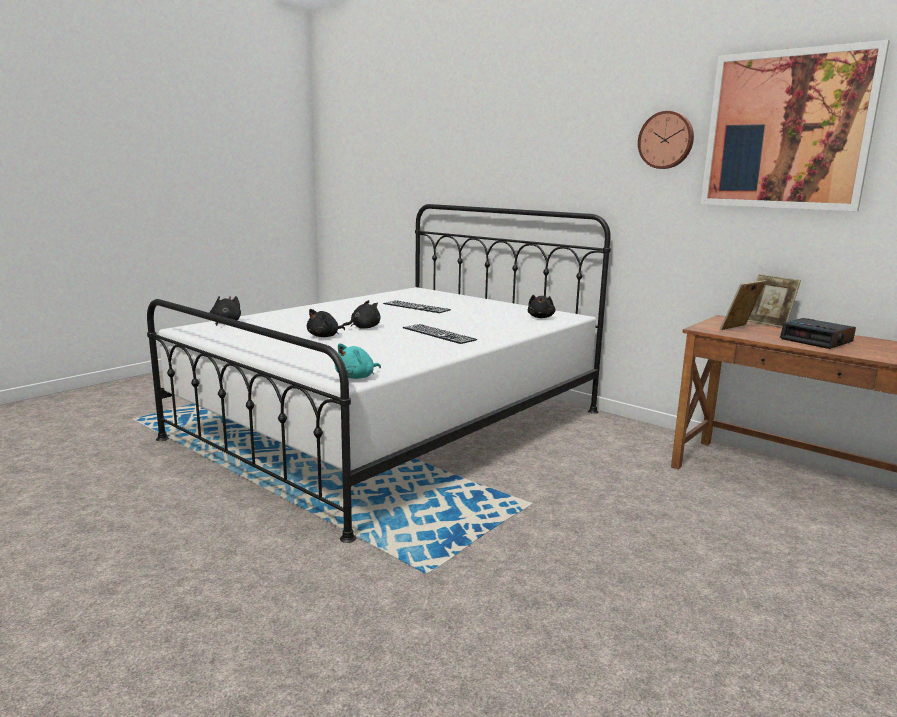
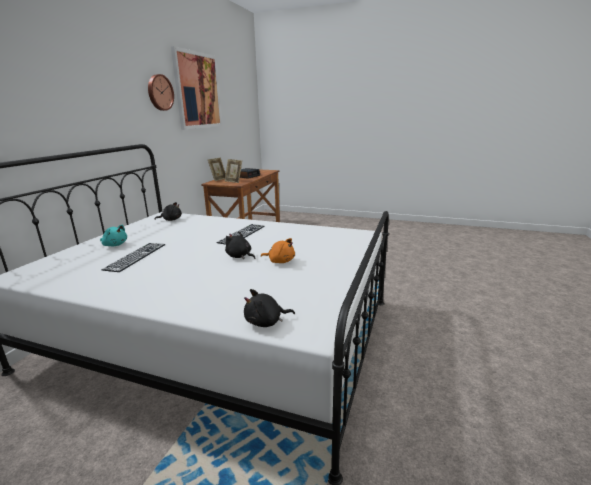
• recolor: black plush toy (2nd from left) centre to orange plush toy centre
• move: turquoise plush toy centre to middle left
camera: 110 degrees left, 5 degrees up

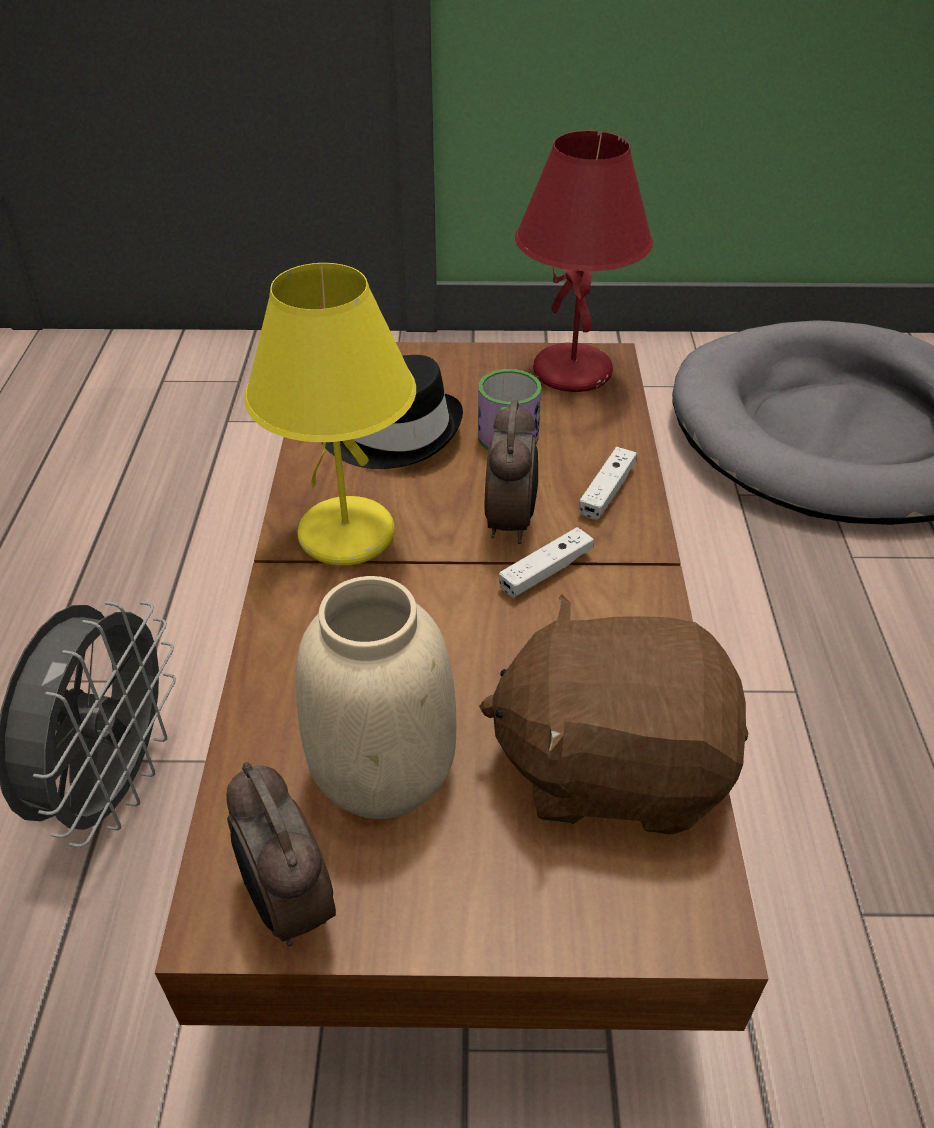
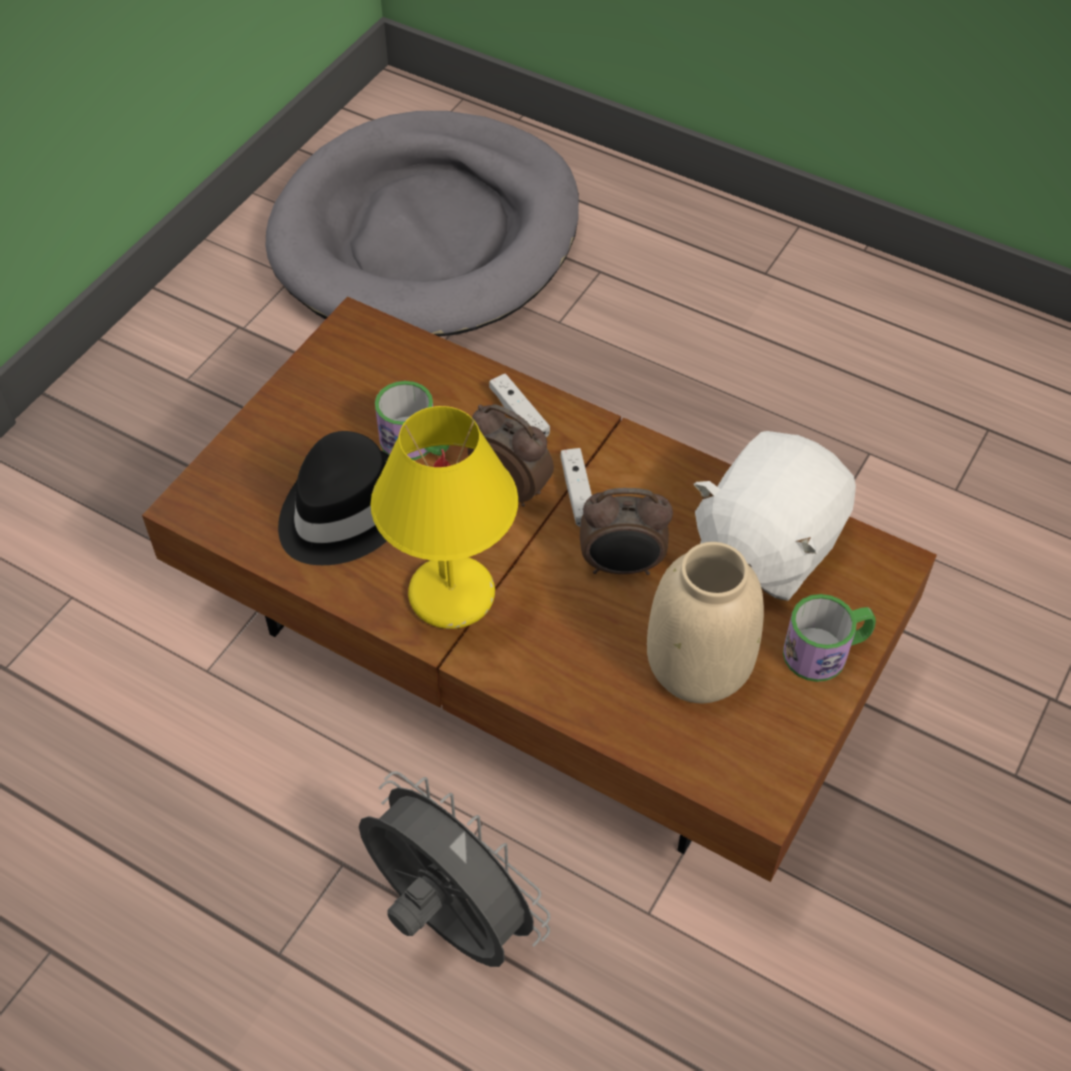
• move: alarm clock (1st from left in the first image) bottom left to alarm clock (2nd from left) centre
• recolor: brown plush toy centre to white plush toy middle right
• delete: red table lamp top centre
• insert: mug (2nd from left) middle right
camera: 60 degrees left, 10 degrees up

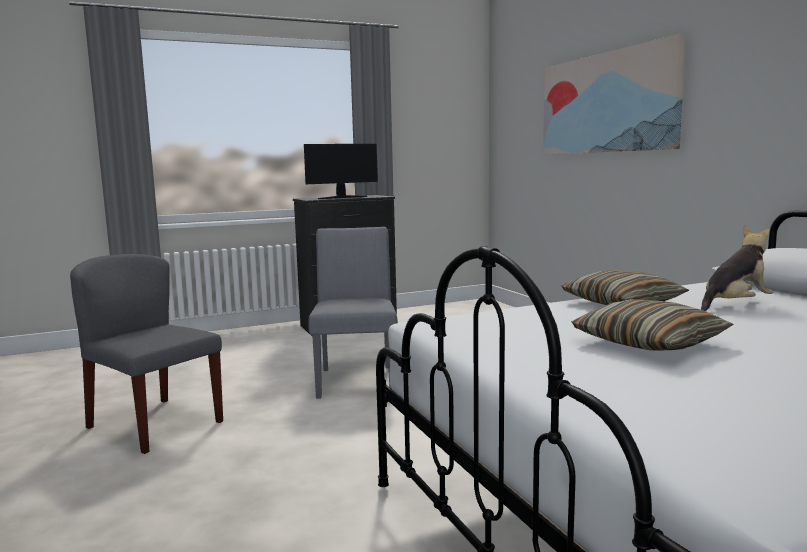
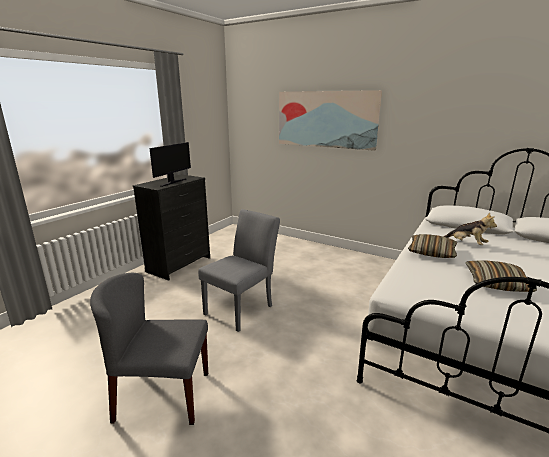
• rotate: grey chair (2nd from left) centre = centre 75 degrees clockwise
• rotate: plush toy middle right = middle right 105 degrees clockwise
camera: 35 degrees left, 10 degrees up

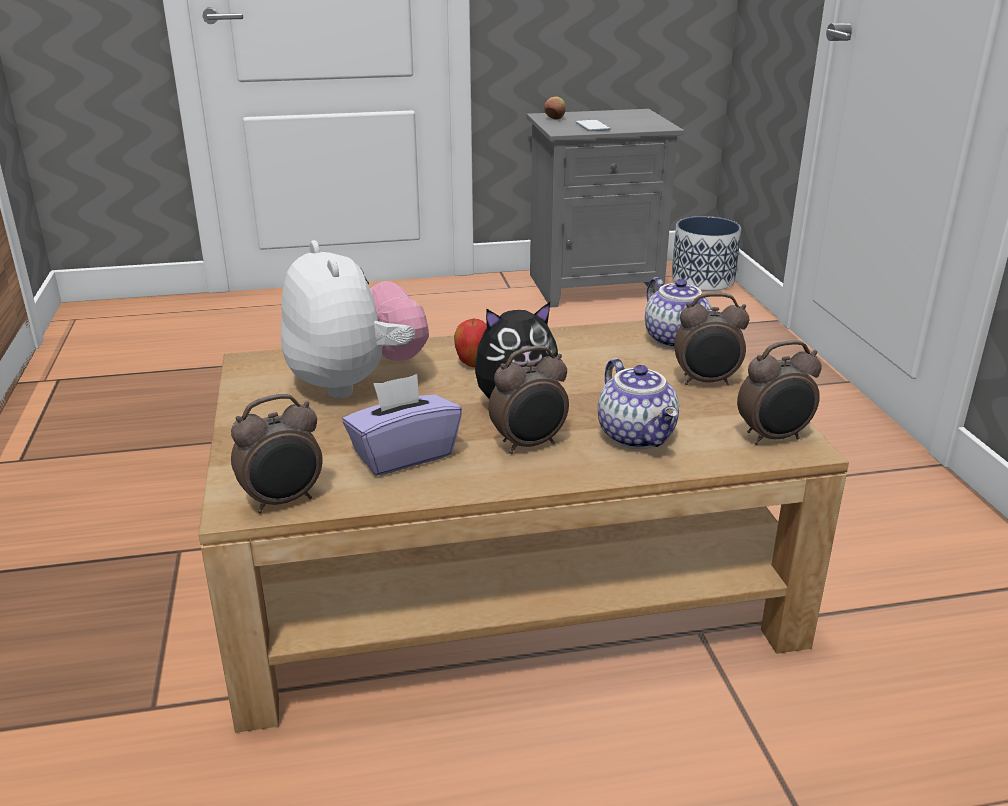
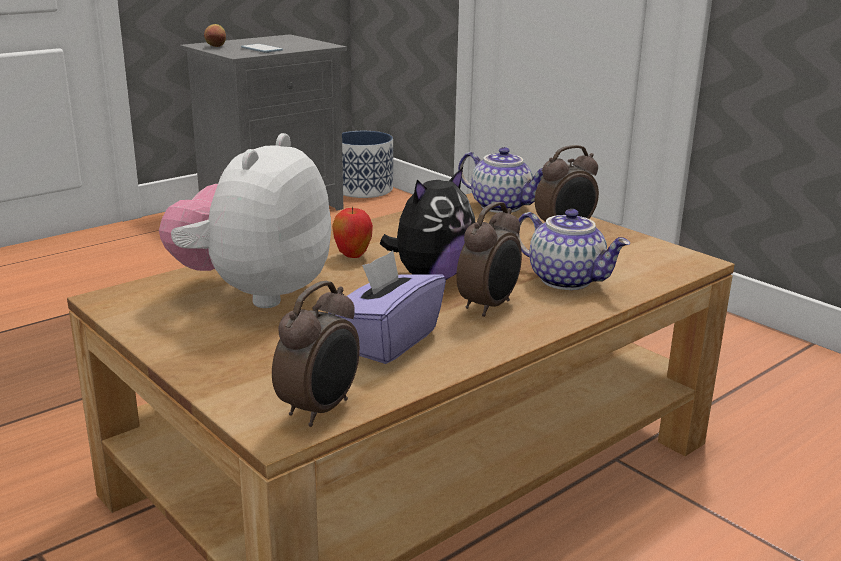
• rotate: plush toy (1st from left) centre = middle left 105 degrees counterclockwise
• delete: alarm clock (4th from left) middle right
camera: 30 degrees left, 5 degrees down

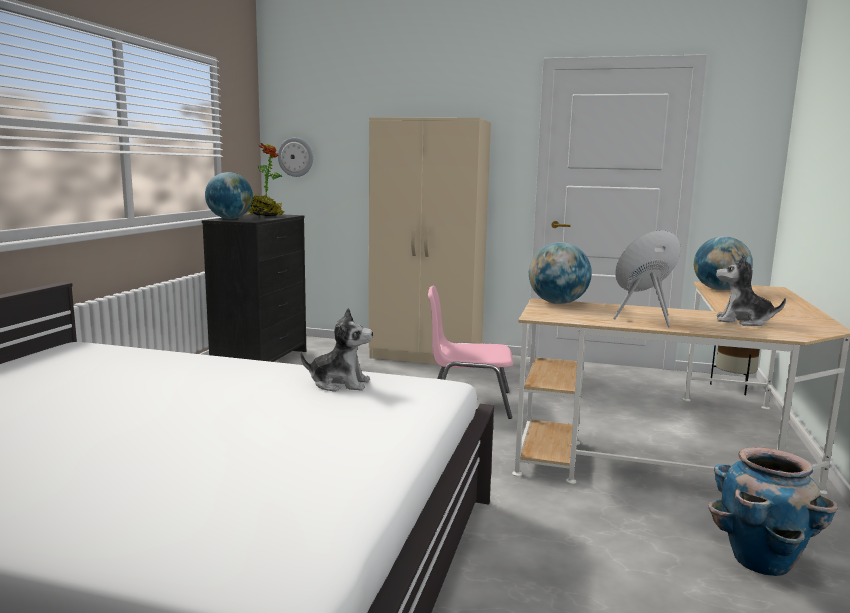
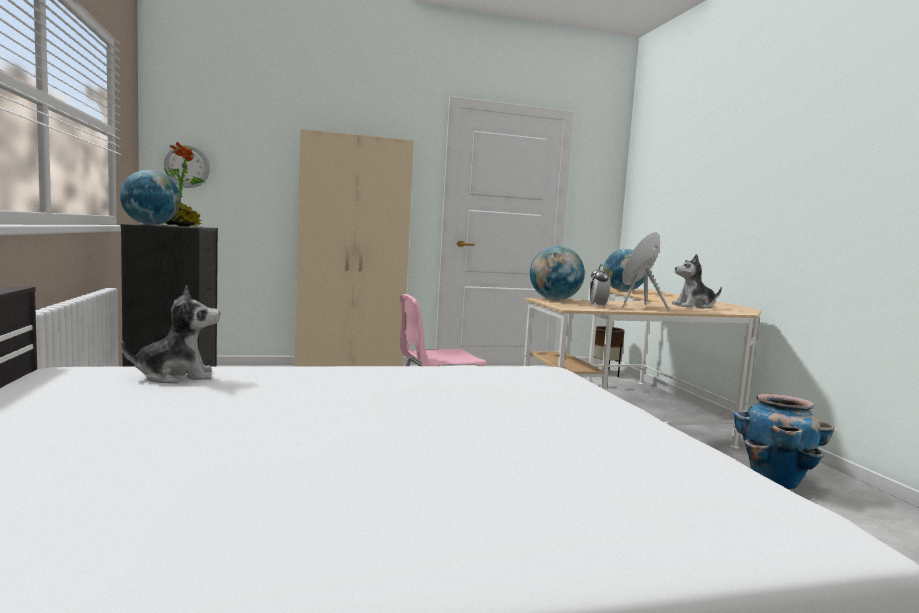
• move: plush toy (1st from left) centre to middle left
• insert: alarm clock centre
camera: 30 degrees left, 5 degrees down

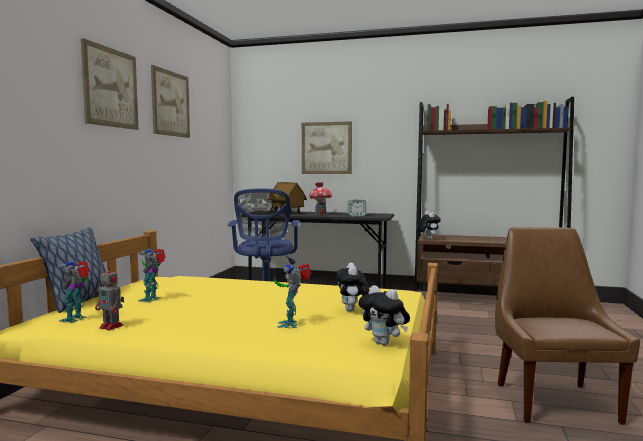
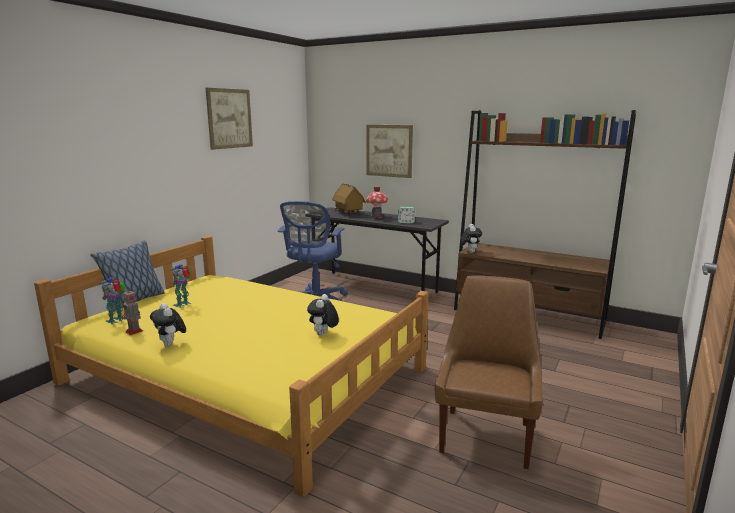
• delete: picture (1st from left) top left
• delete: toy robot (4th from left) bottom centre
• move: plush toy (2nd from left in the first image) bottom centre to plush toy (1st from left) middle left
camera: 15 degrees right, 10 degrees up

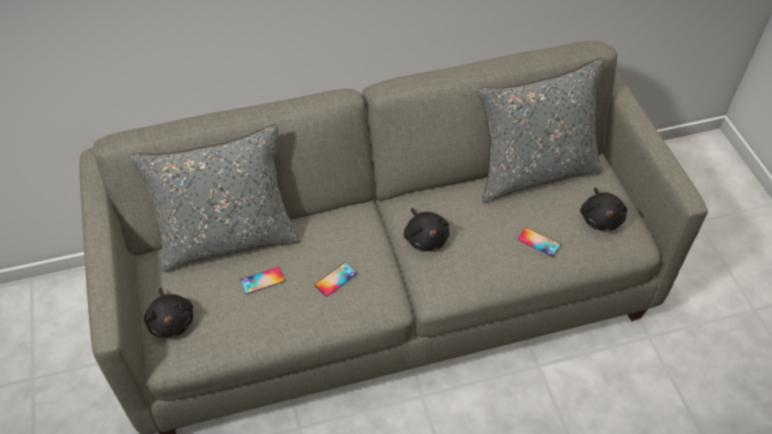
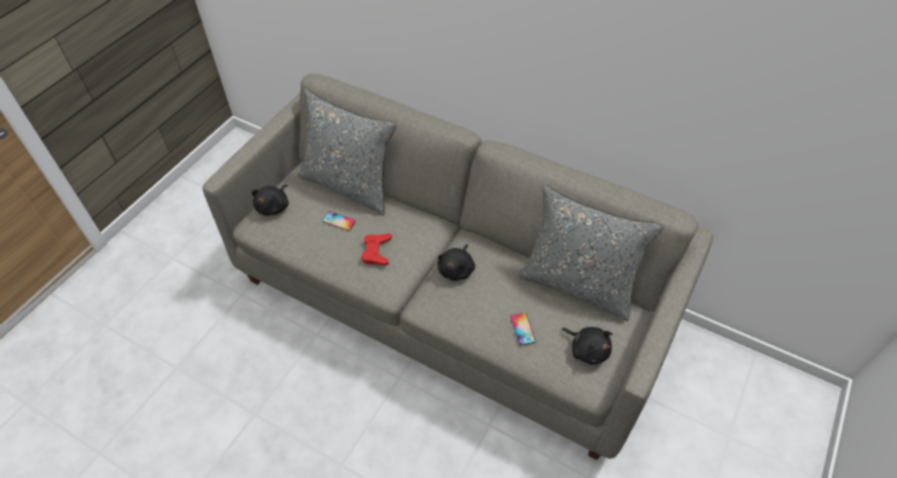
• replace: phone (2nd from left) centre to red game controller centre
• rotate: black plush toy (3rd from left) middle right = bottom centre 90 degrees counterclockwise
camera: 45 degrees right, 0 degrees up

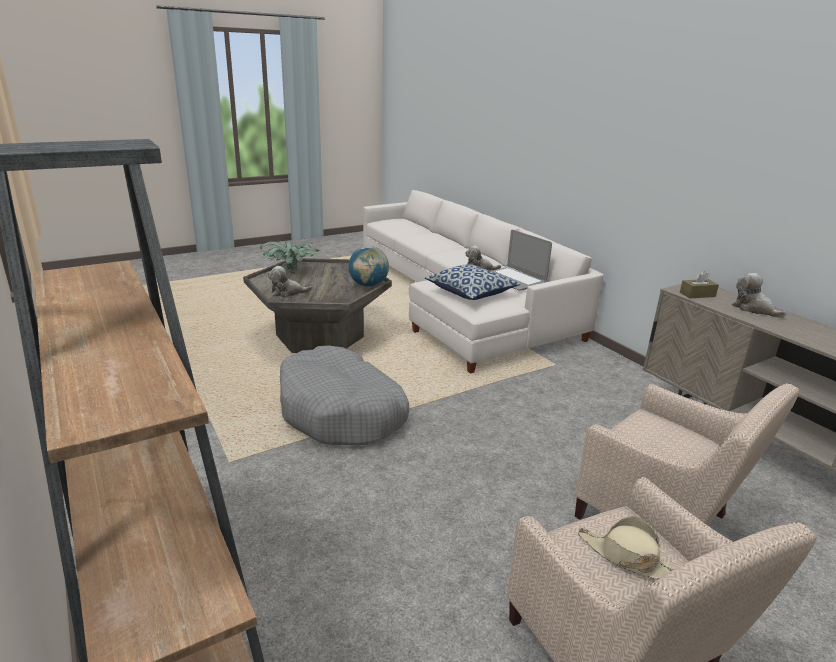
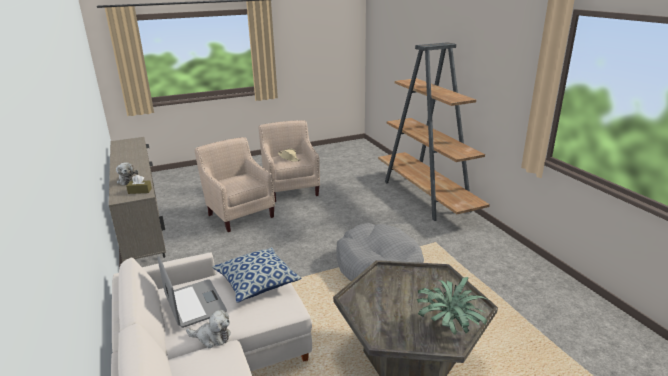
• delete: plush toy (1st from left) centre
• delete: globe centre
camera: 170 degrees left, 0 degrees up

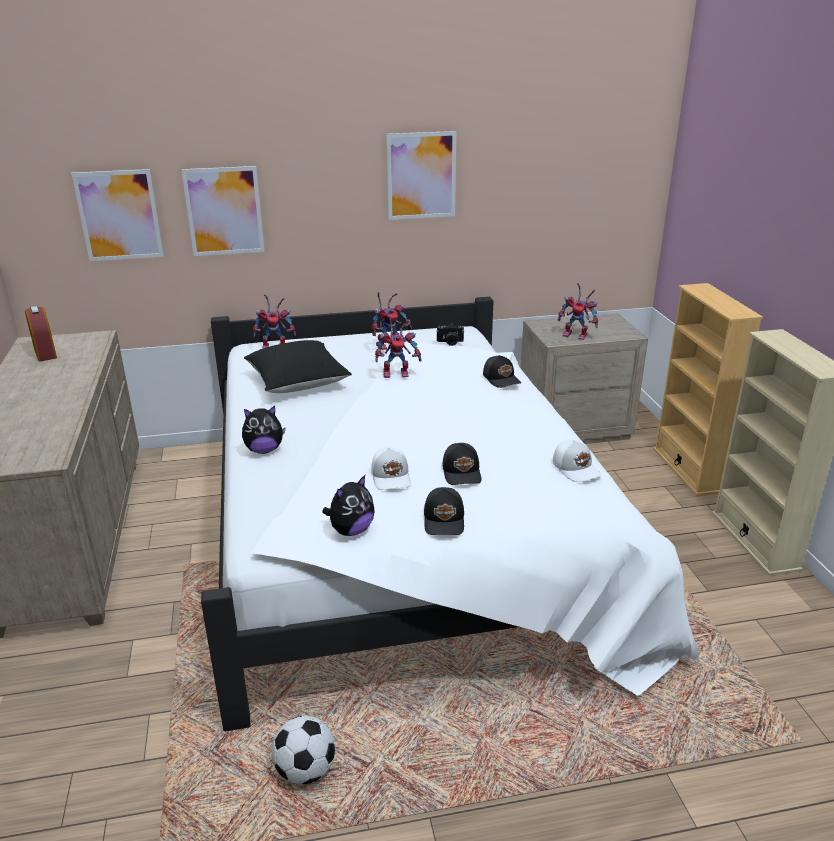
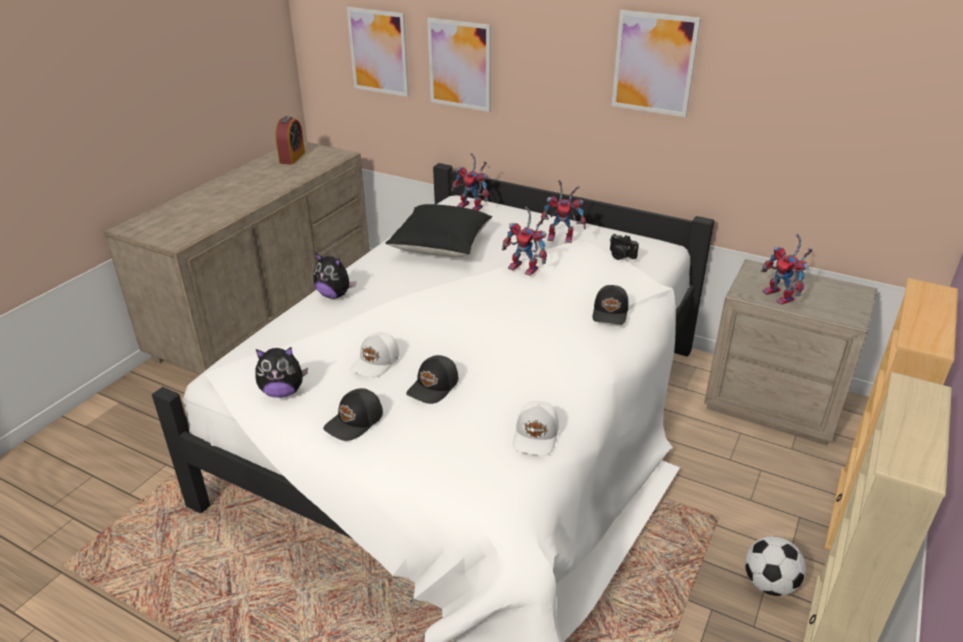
• move: football bottom centre to bottom right
camera: 40 degrees right, 5 degrees up

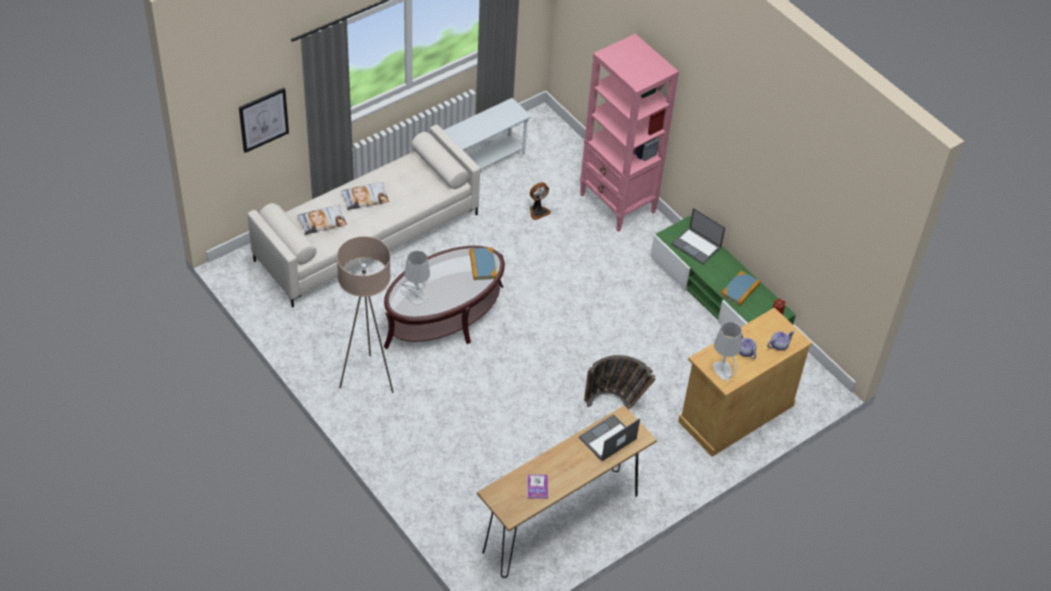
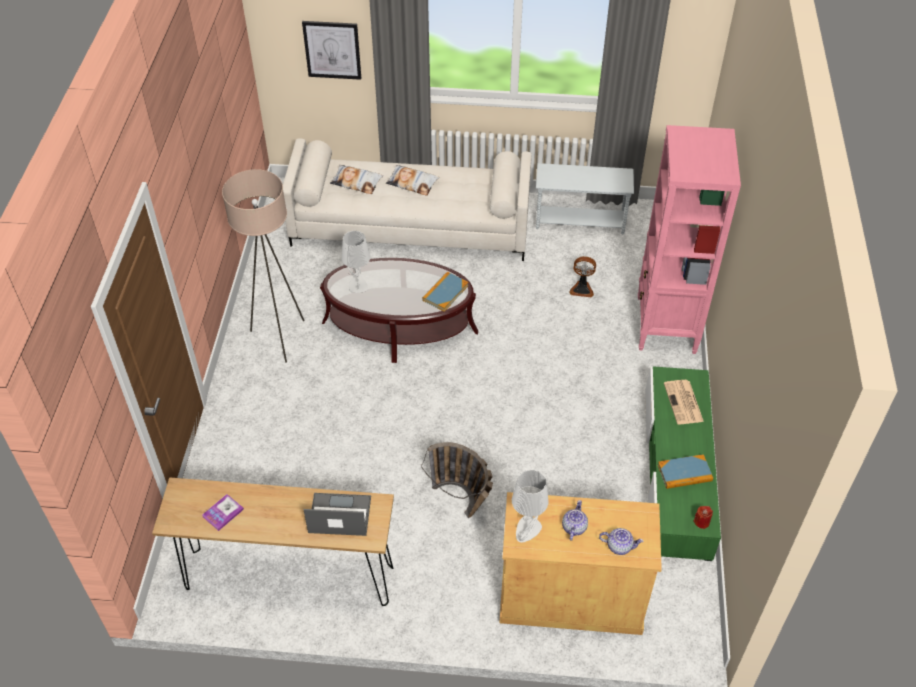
• replace: laptop (2nd from left) centre to newspaper middle right
camera: 45 degrees right, 0 degrees up

